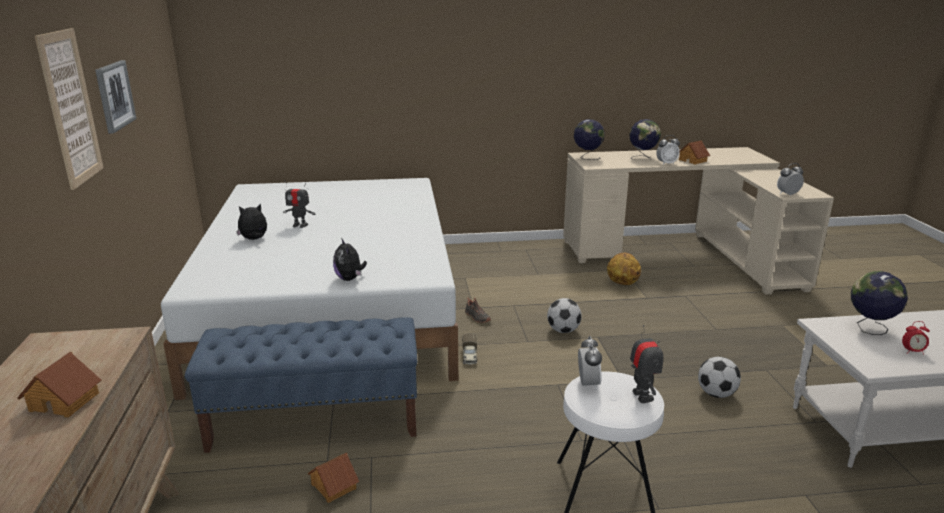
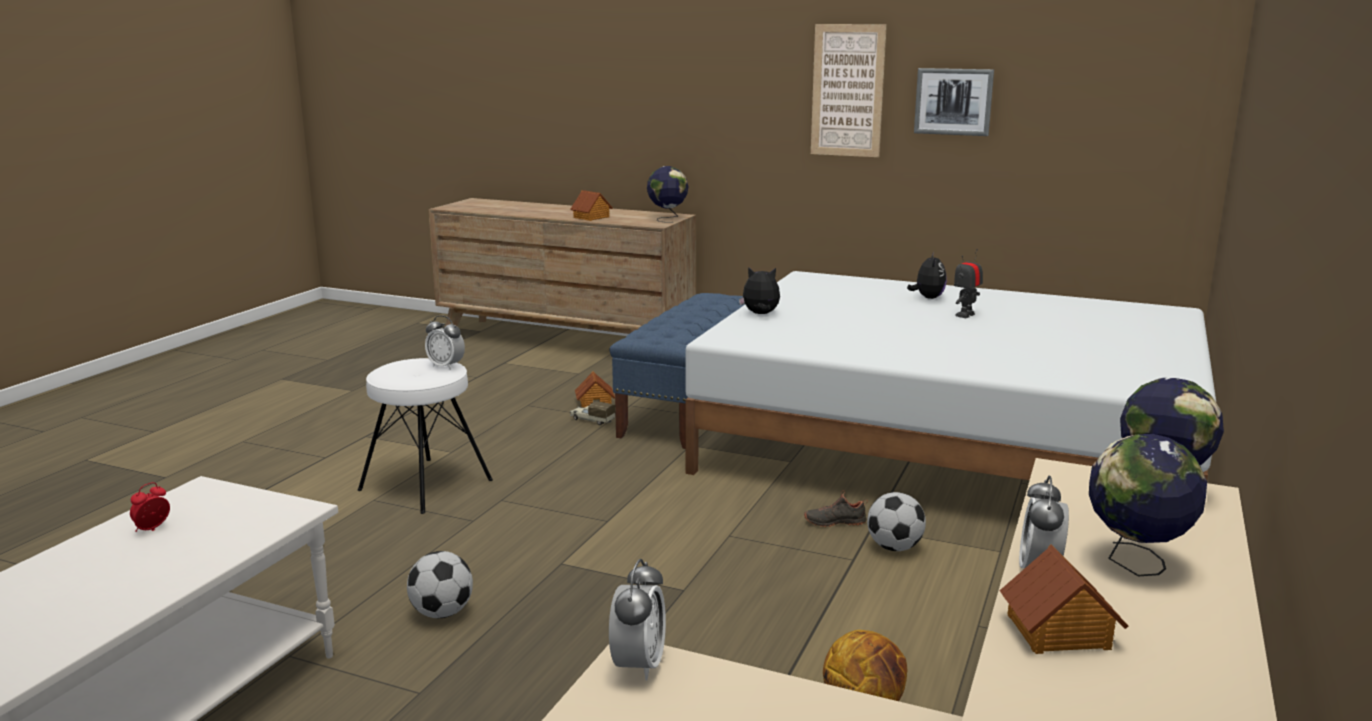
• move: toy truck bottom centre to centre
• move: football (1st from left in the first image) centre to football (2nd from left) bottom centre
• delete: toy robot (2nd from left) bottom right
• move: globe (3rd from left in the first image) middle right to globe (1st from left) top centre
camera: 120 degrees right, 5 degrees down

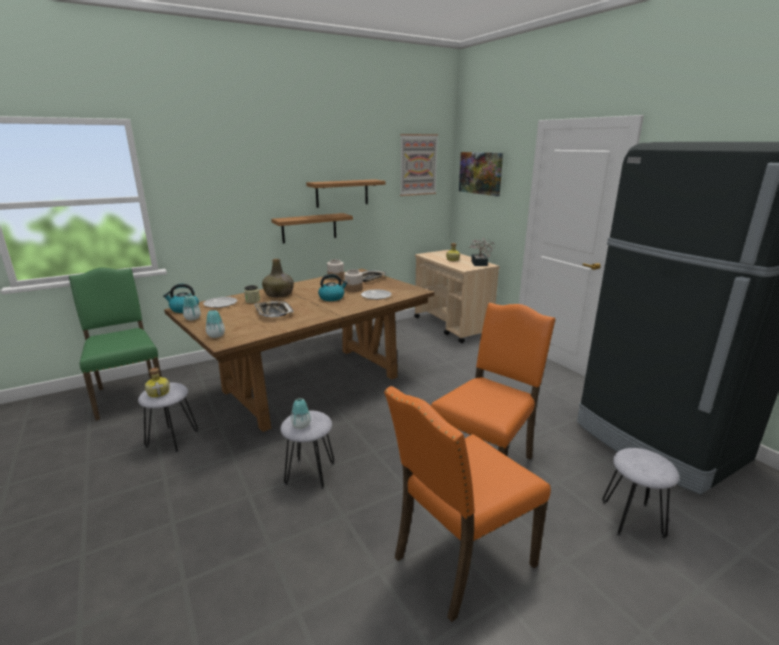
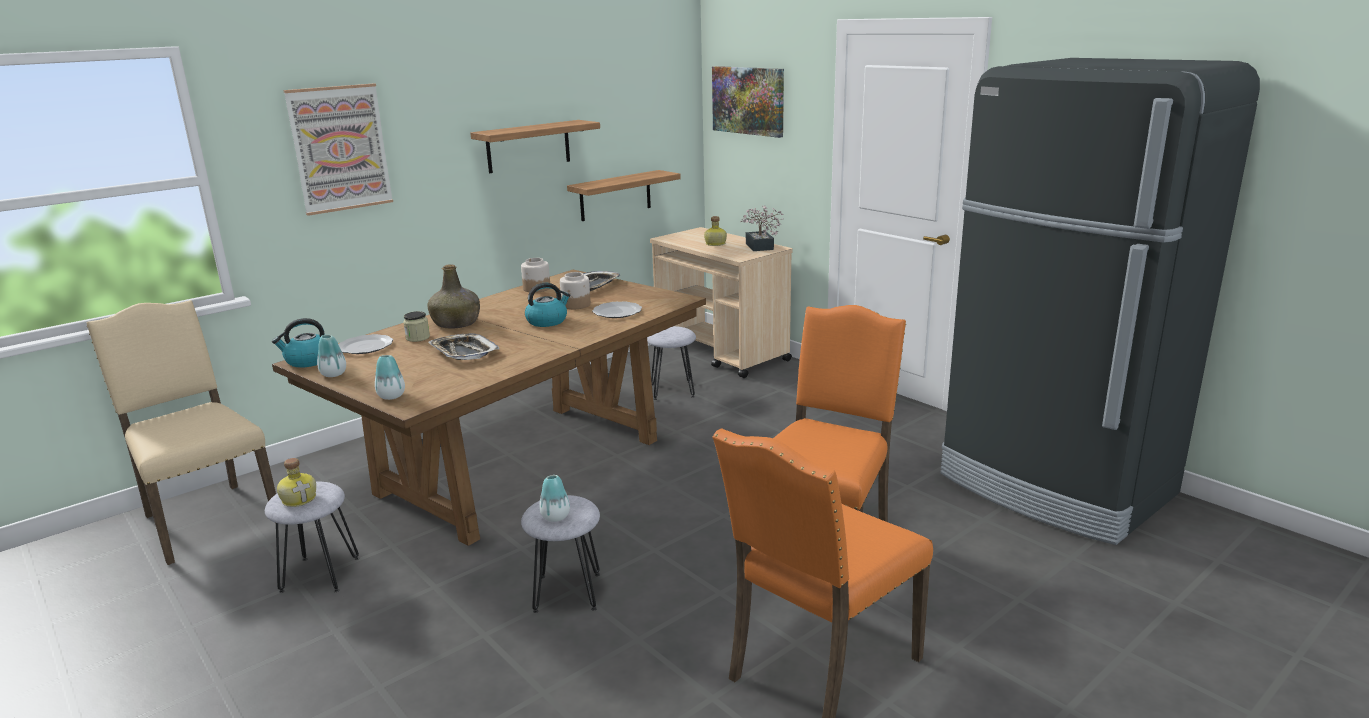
• recolor: green chair middle left to beige chair middle left
• move: shelf (1st from left in the first image) centre to shelf (2nd from left) top centre
• move: picture (1st from left) top centre to top left
• move: grey stool (3rd from left) bottom right to centre
camera: 10 degrees left, 0 degrees up

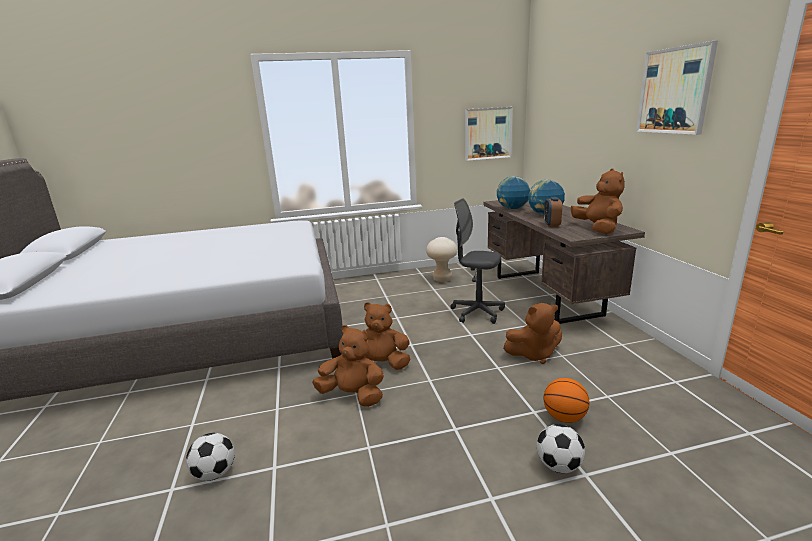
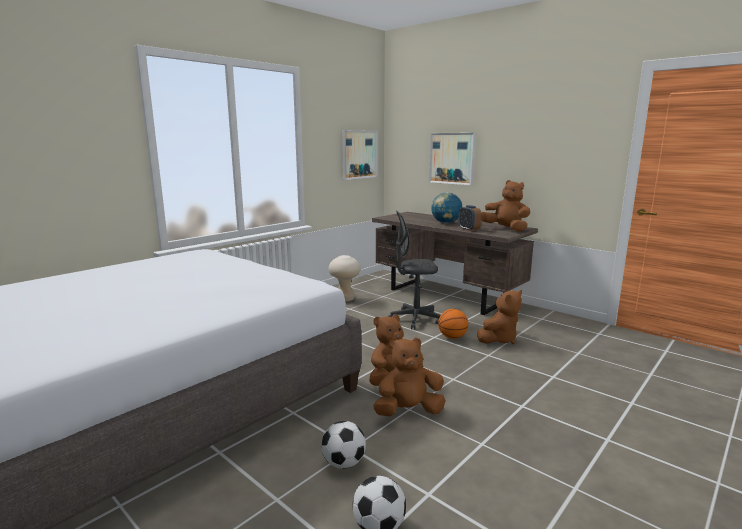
• delete: globe (1st from left) centre
• move: football (2nd from left in the first image) bottom right to football (1st from left) bottom centre
• move: basketball bottom right to centre
• move: picture (2nd from left) top right to top centre
camera: 35 degrees left, 5 degrees down

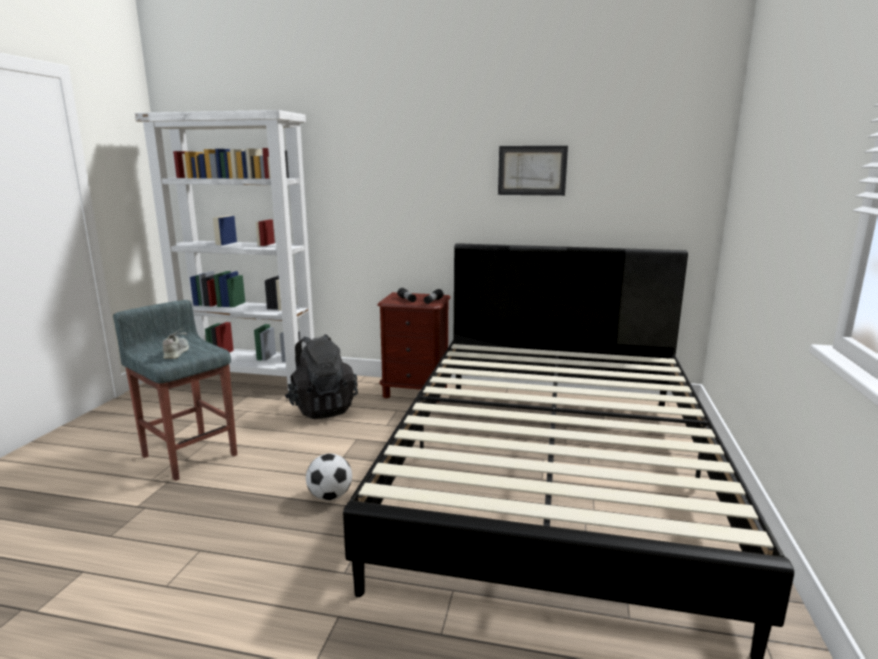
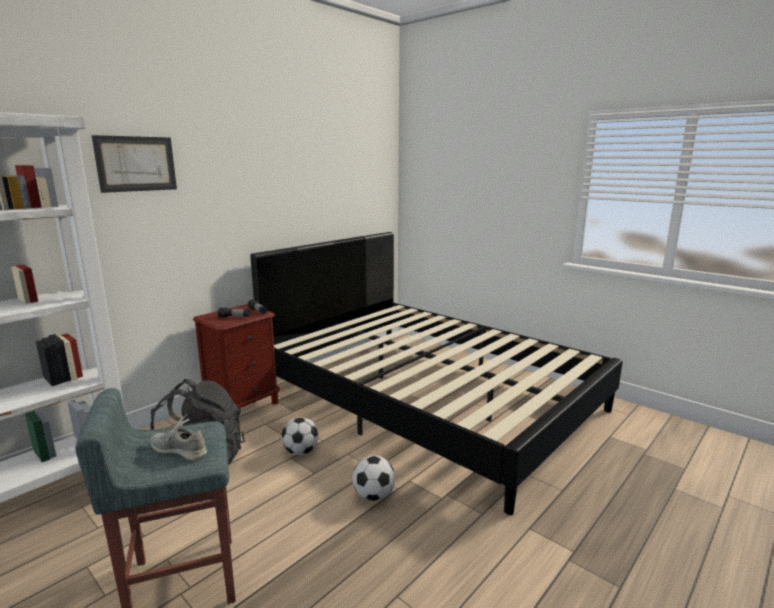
• move: picture top centre to top left
• insert: football (1st from left) bottom centre
camera: 60 degrees left, 0 degrees up

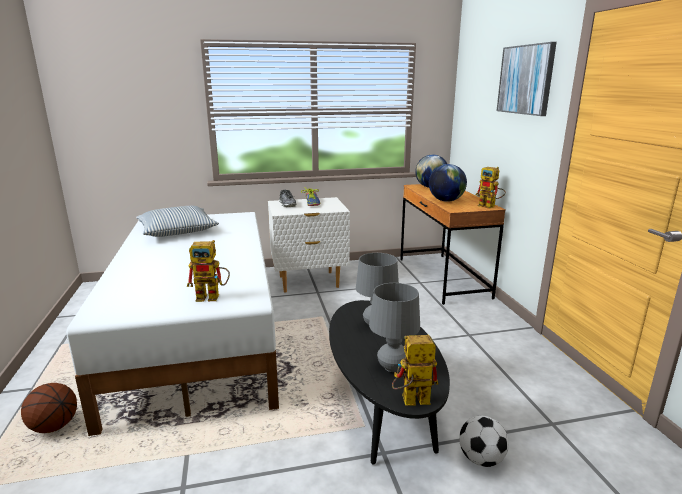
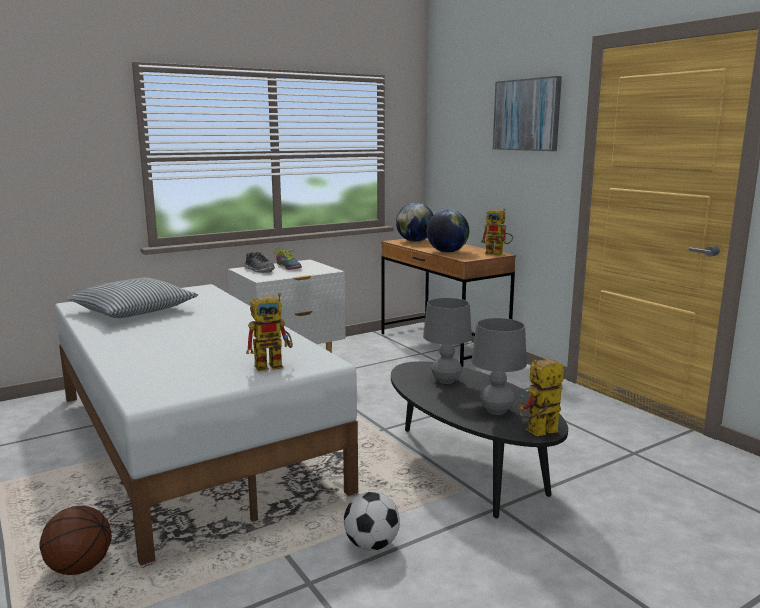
• move: football bottom right to bottom centre
camera: 20 degrees left, 5 degrees down

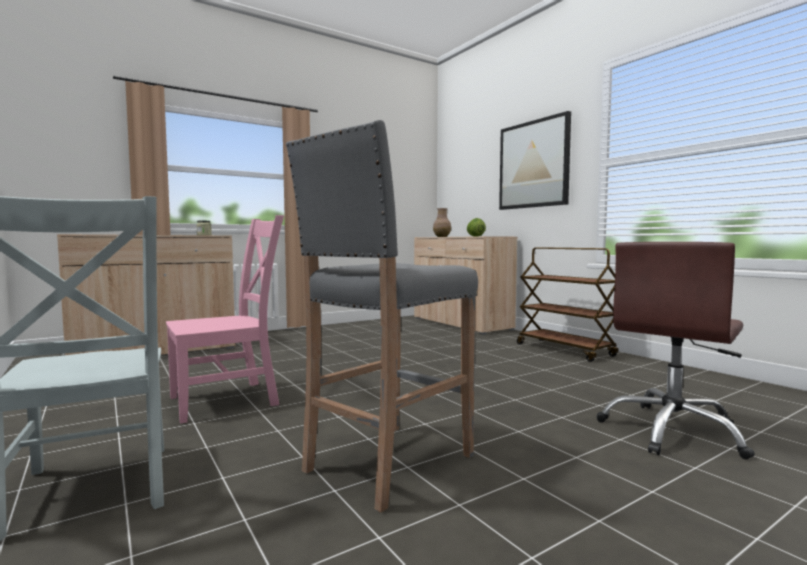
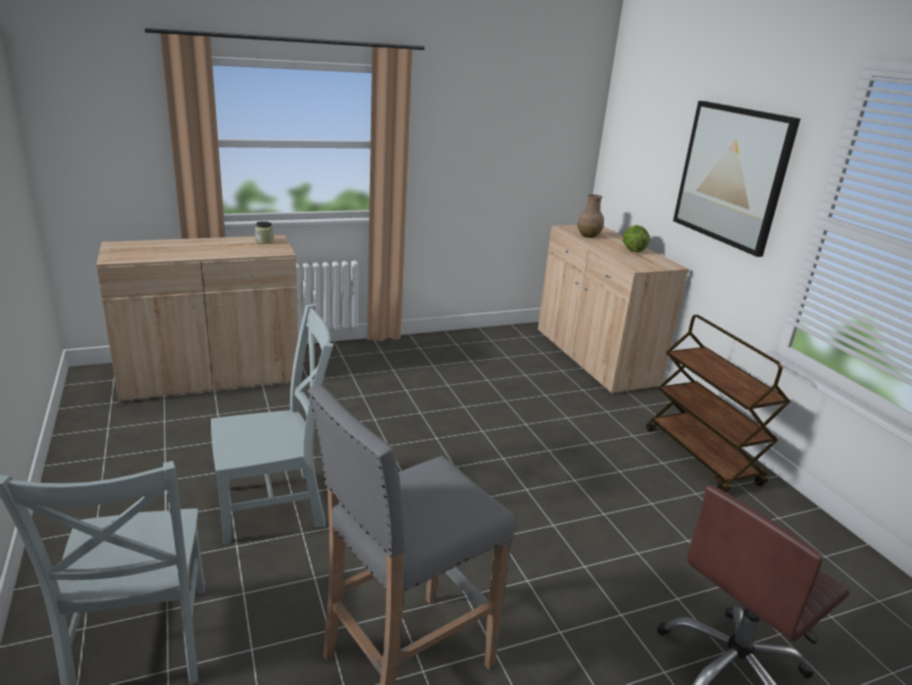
• recolor: pink chair middle left to grey chair (2nd from left) middle left
camera: 10 degrees right, 20 degrees up

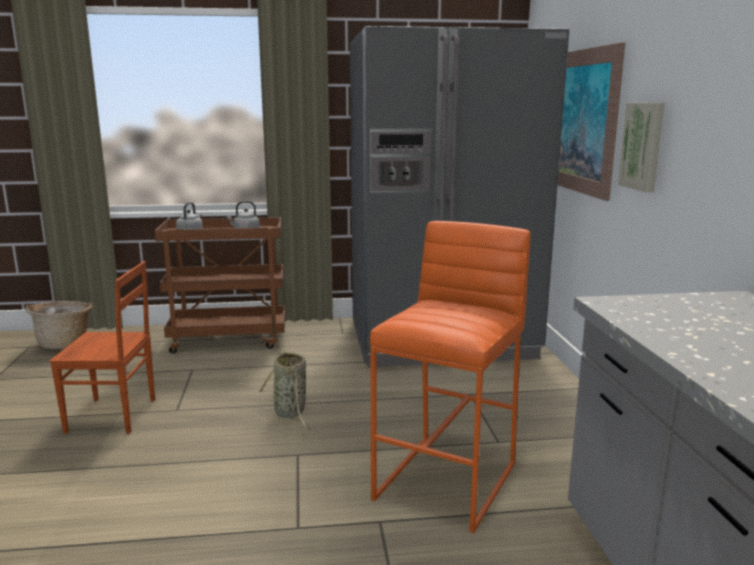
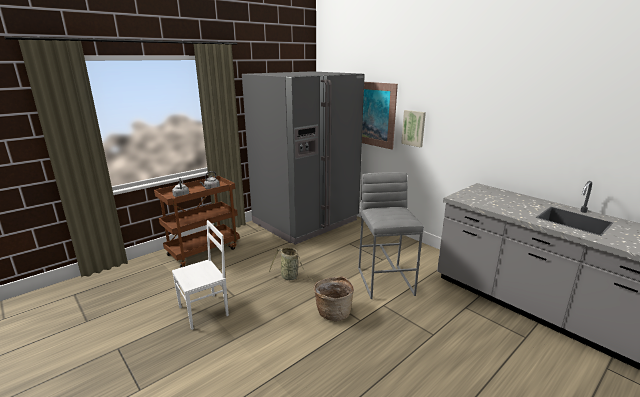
• move: basket (1st from left in the first image) middle left to basket (2nd from left) bottom centre
• recolor: brown chair middle left to white chair bottom left
• recolor: orange stool bottom centre to grey stool centre
camera: 35 degrees left, 5 degrees up

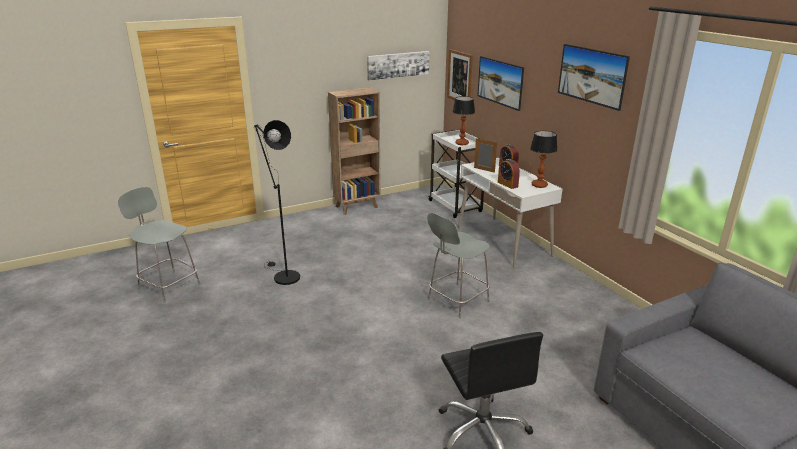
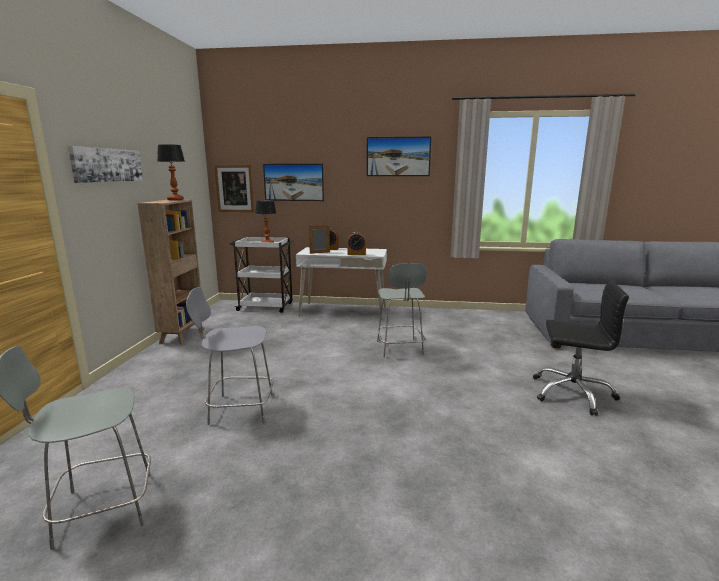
• replace: black floor lamp centre to grey chair (2nd from left) middle left
• move: picture (1st from left) top centre to top left
• move: table lamp (2nd from left in the first image) middle right to table lamp (1st from left) top left
camera: 55 degrees left, 10 degrees down

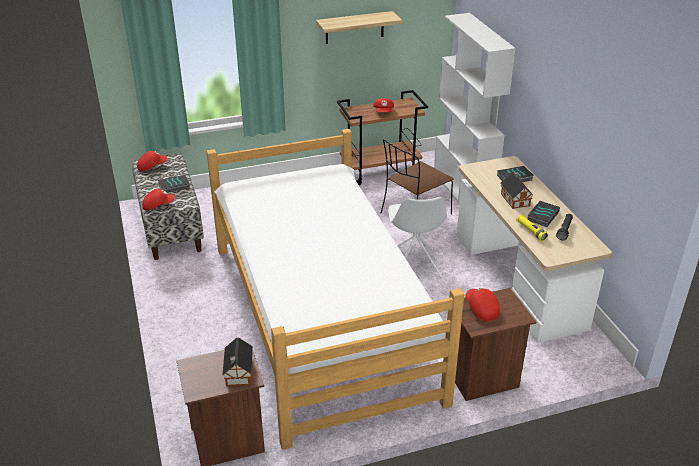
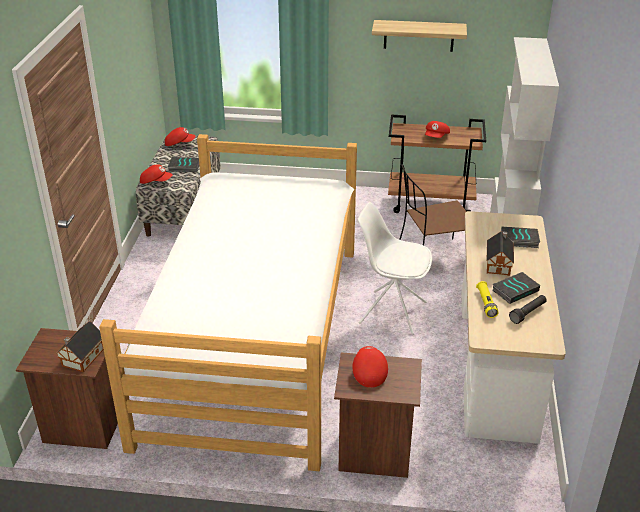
• rotate: white chair centre = centre 90 degrees clockwise
camera: 25 degrees right, 0 degrees up

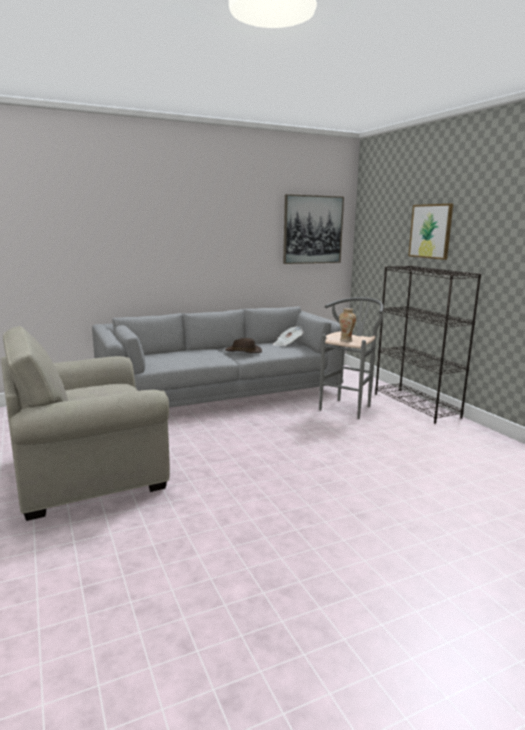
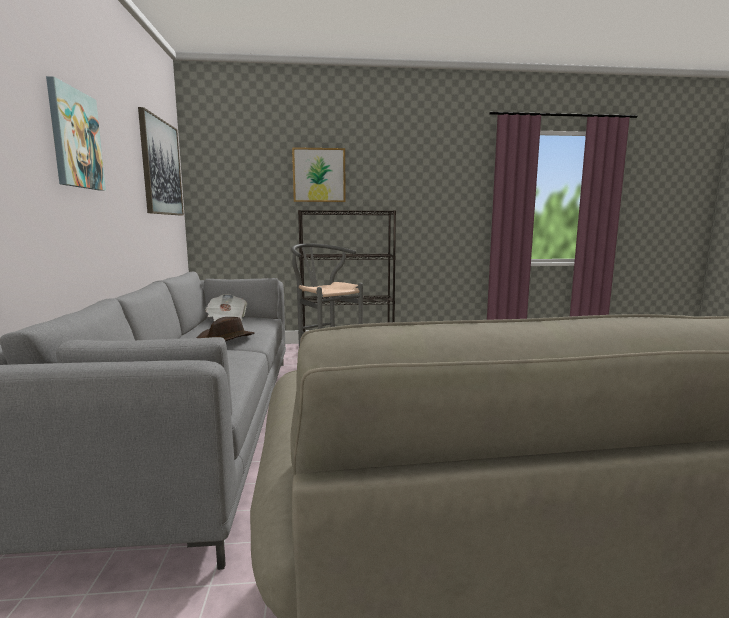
• delete: vase centre
• insert: picture (1st from left) top left
camera: 70 degrees left, 5 degrees down

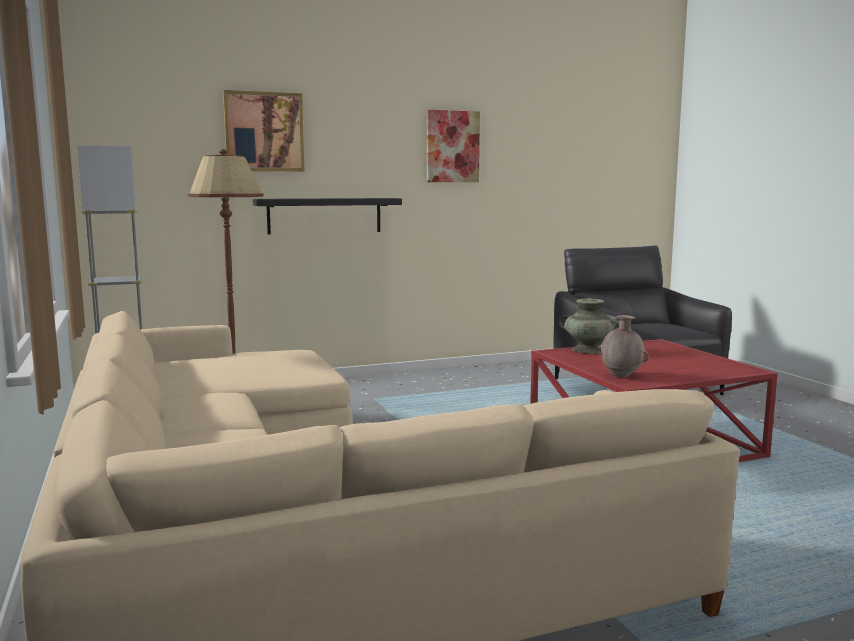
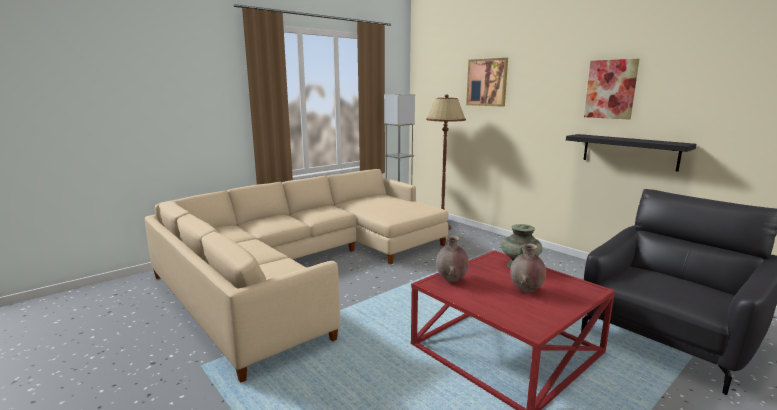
• move: black shelf centre to middle right
• insert: brown vase (2nd from left) middle right
camera: 70 degrees right, 5 degrees up

